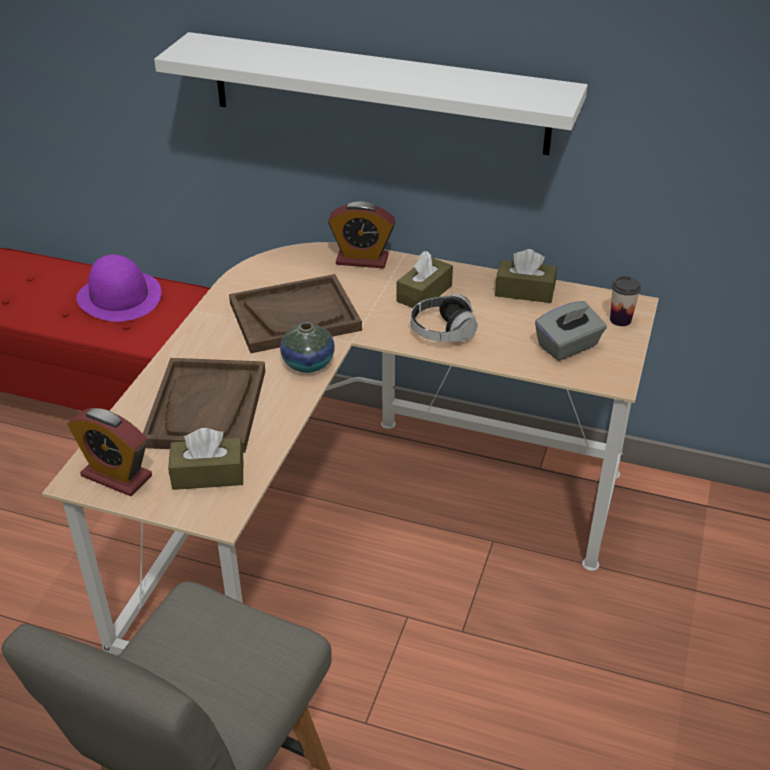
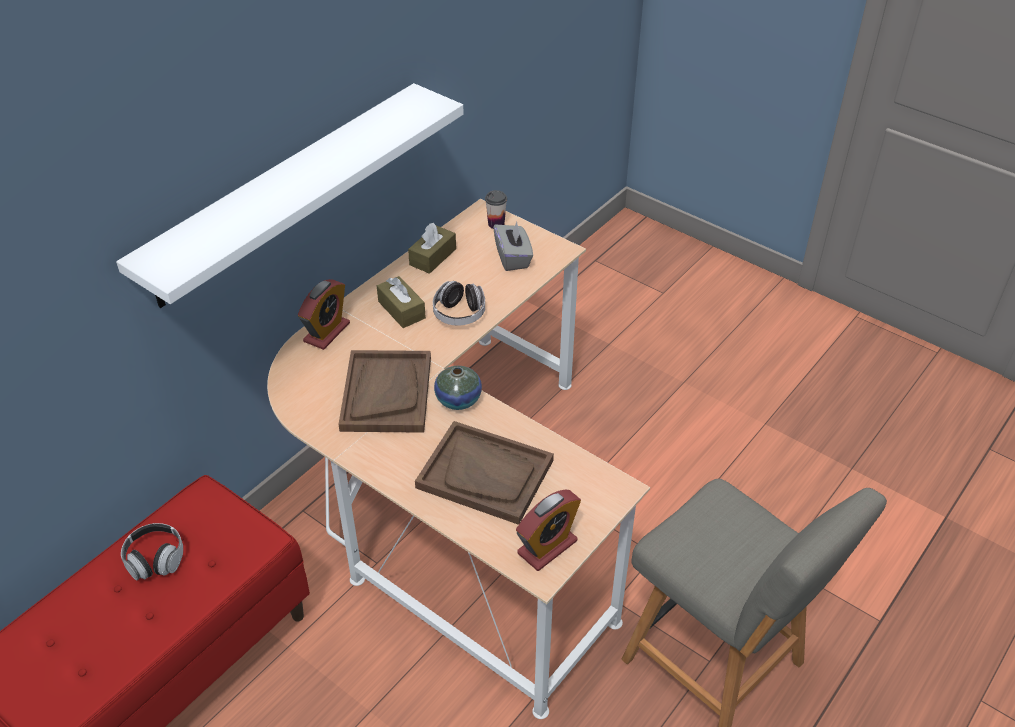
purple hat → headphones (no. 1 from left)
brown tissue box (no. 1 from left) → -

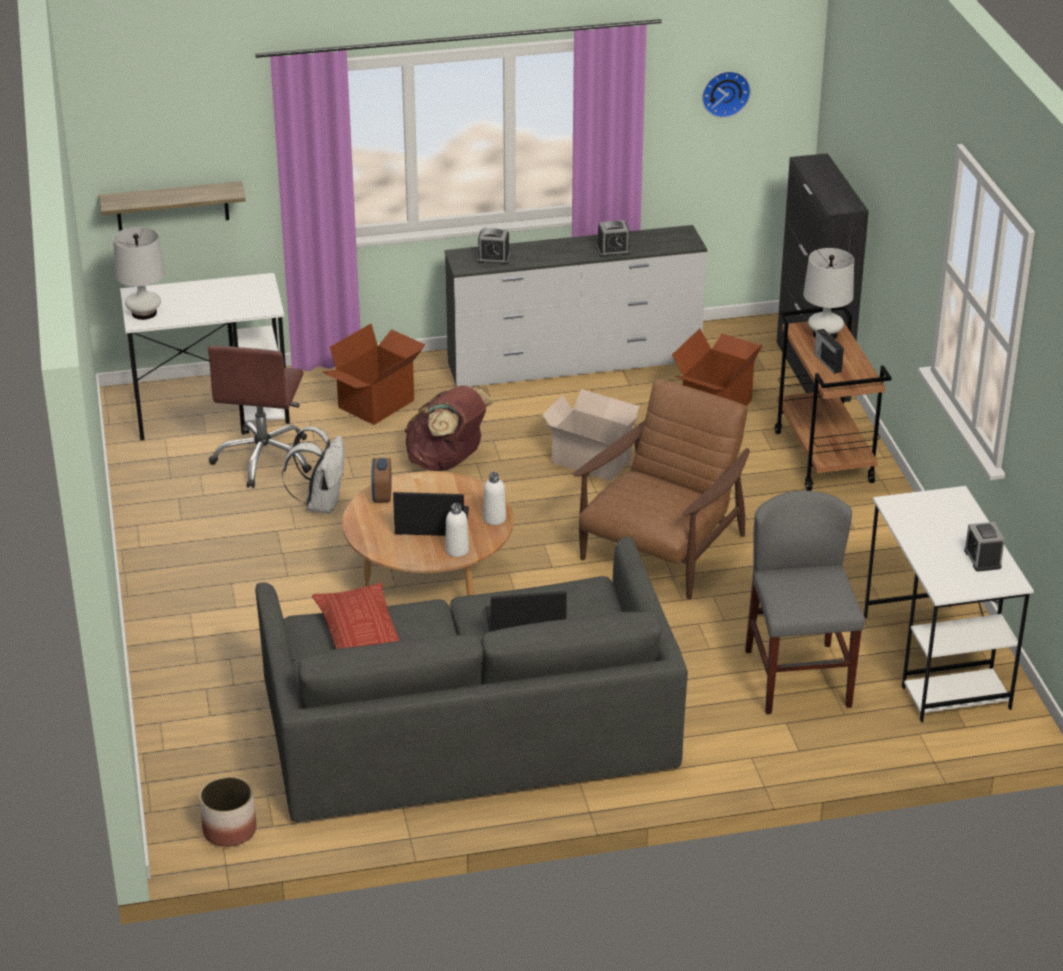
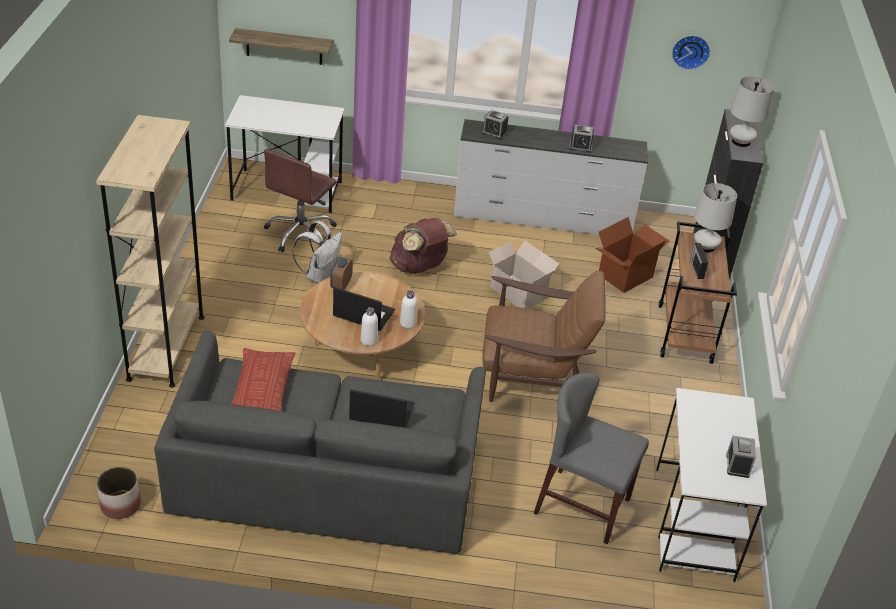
- → beige bookcase
brown armchair, 45 degrees clockwise
grey chair, 75 degrees counterclockwise
white table lamp (no. 1 from left in the first image) → white table lamp (no. 2 from left), shifted
cardboard box (no. 1 from left) → -

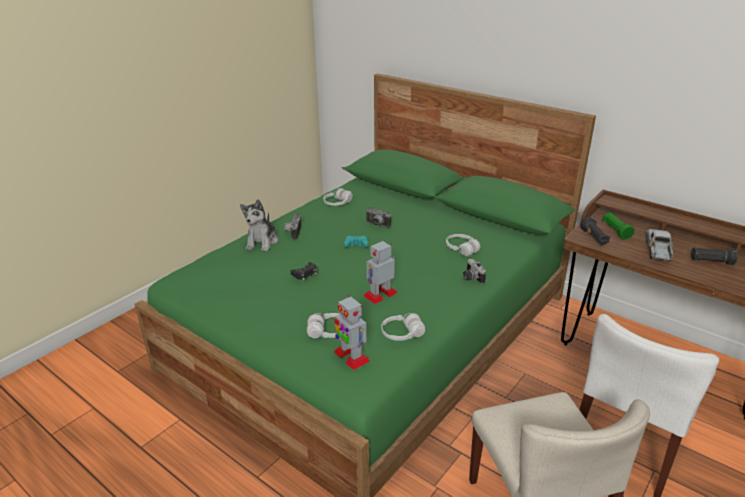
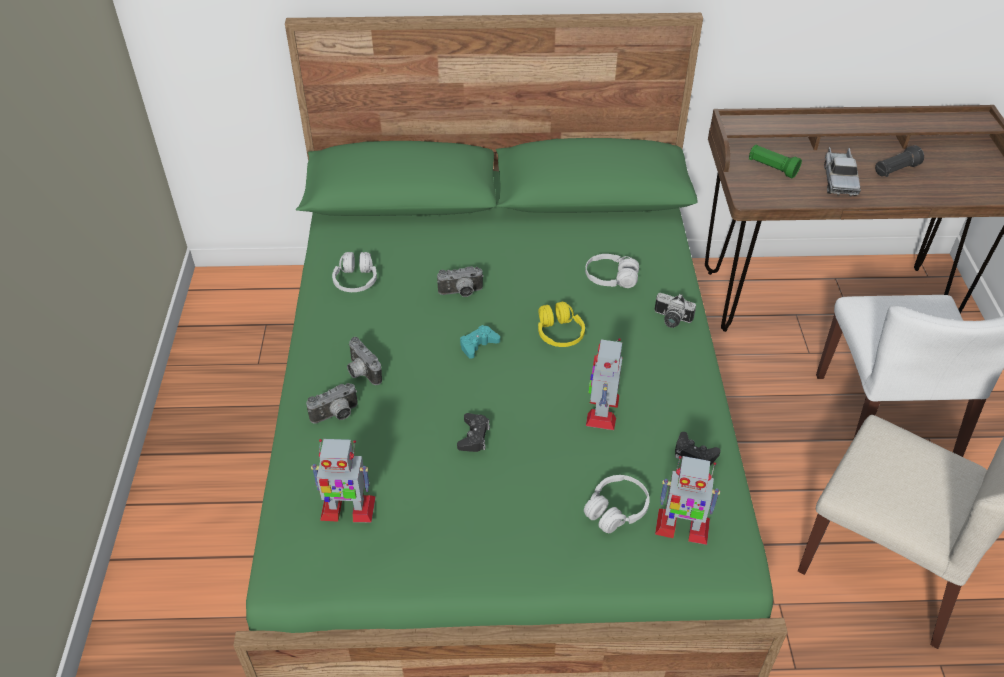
plush toy → photo camera (no. 1 from left)
- → toy robot (no. 1 from left)
- → yellow headphones
white headphones (no. 3 from left) → black game controller (no. 2 from left)
toy truck, 150 degrees counterclockwise
black flashlight (no. 1 from left) → -

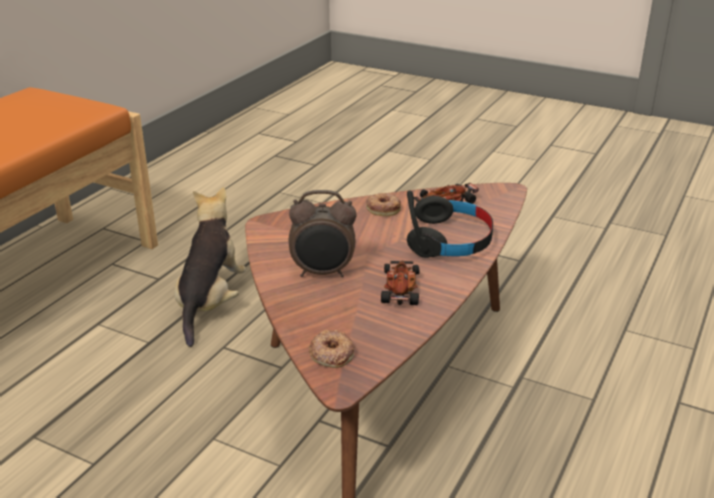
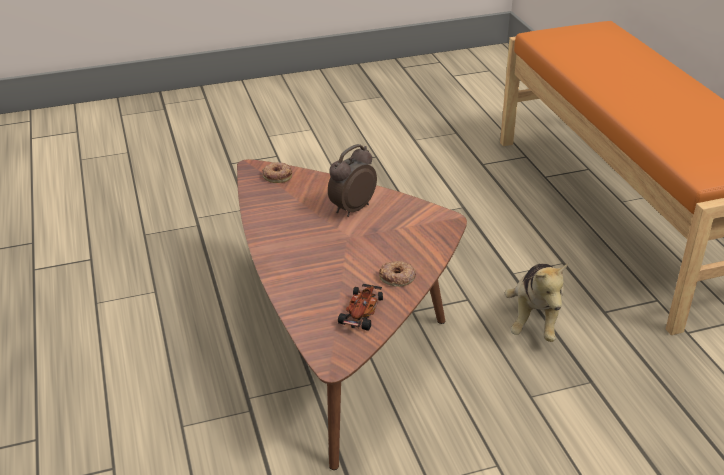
plush toy, 45 degrees clockwise
toy car (no. 1 from left) → -
black headphones → -

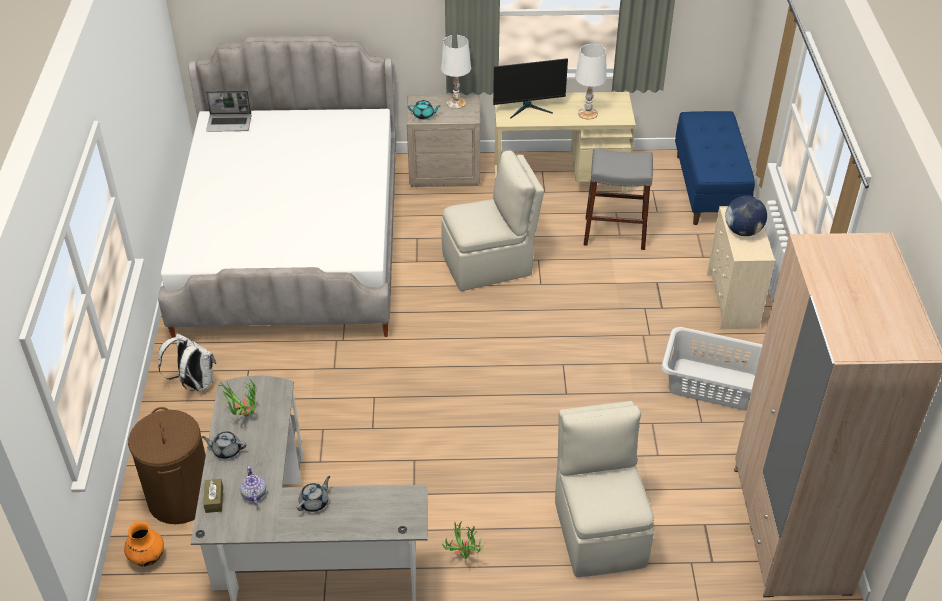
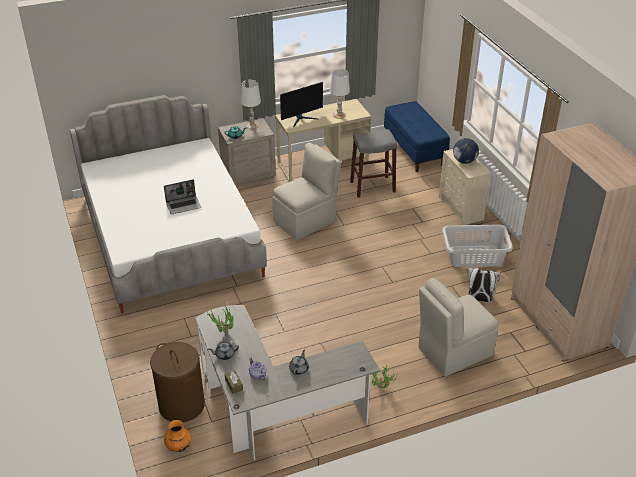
laptop, shifted
beige chair (no. 2 from left), 90 degrees counterclockwise
white backpack, shifted

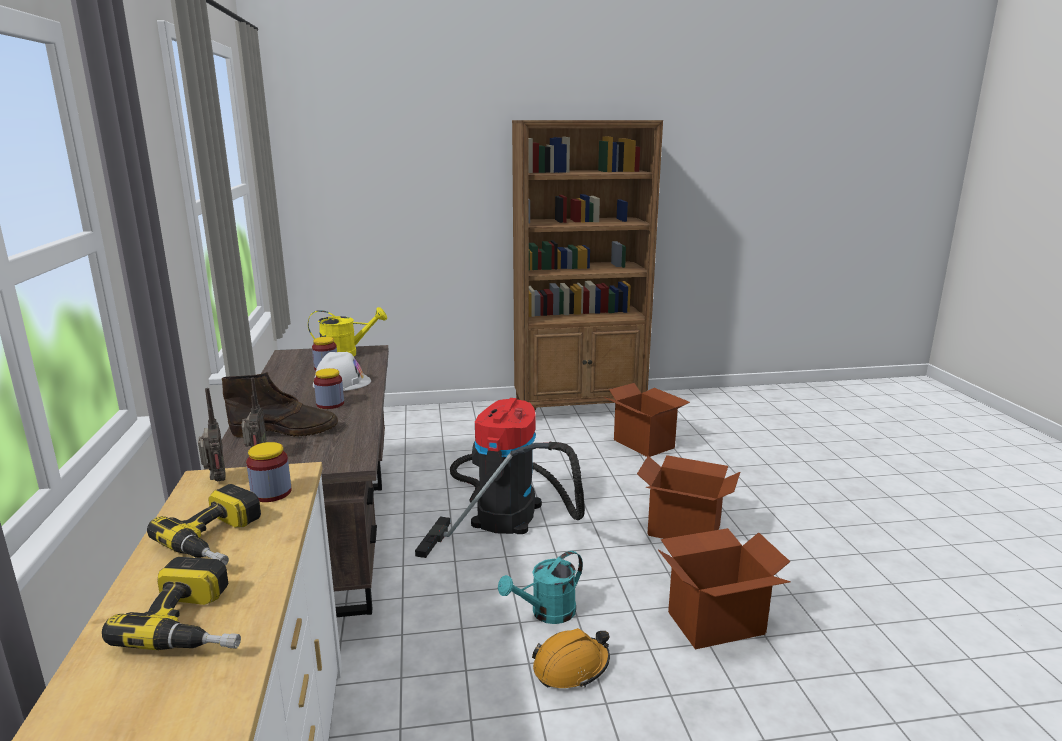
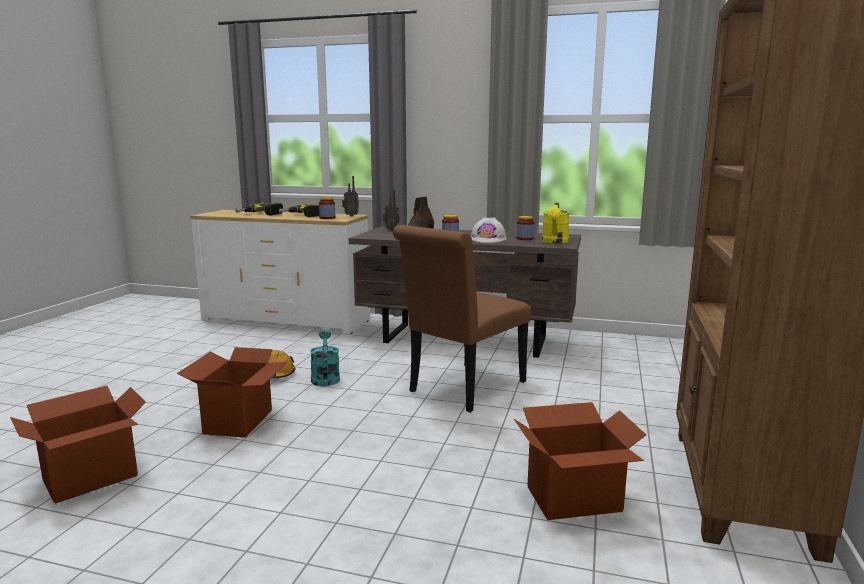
cardboard box (no. 2 from left in the first image) → cardboard box (no. 1 from left), shifted
vacuum cleaner → brown chair

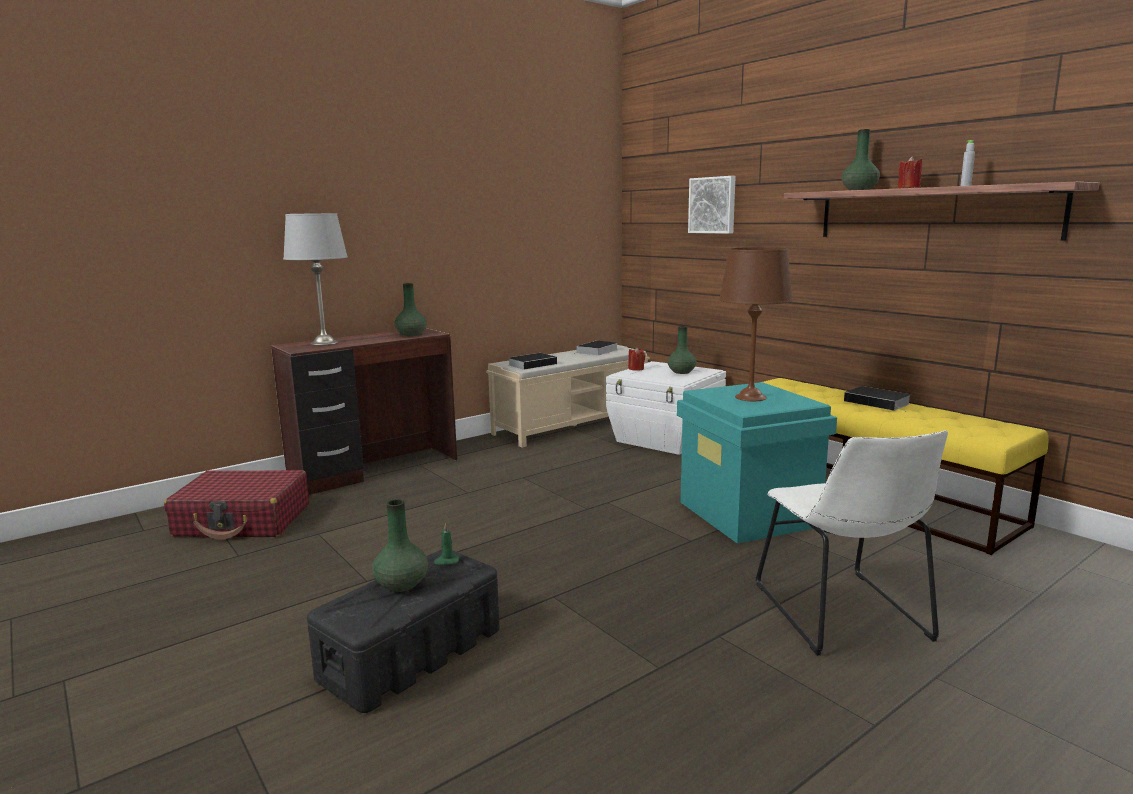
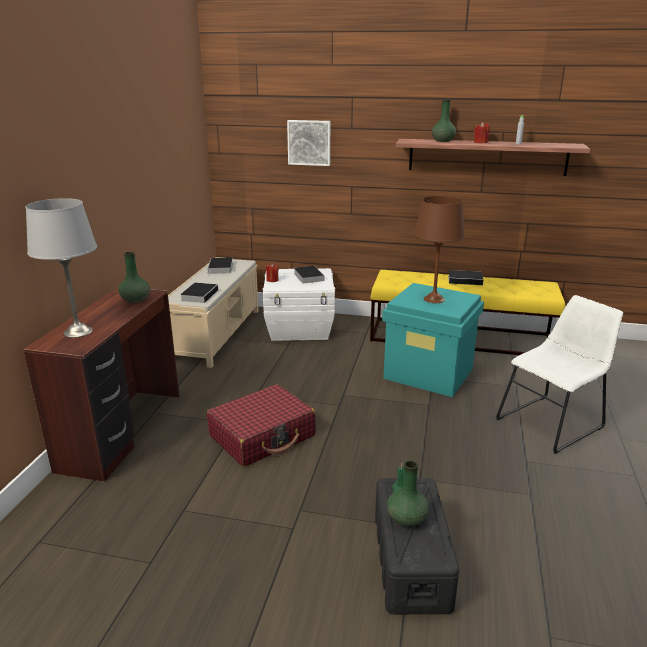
red suitcase, shifted
green vase (no. 3 from left) → book (no. 3 from left)
white chair, 75 degrees counterclockwise

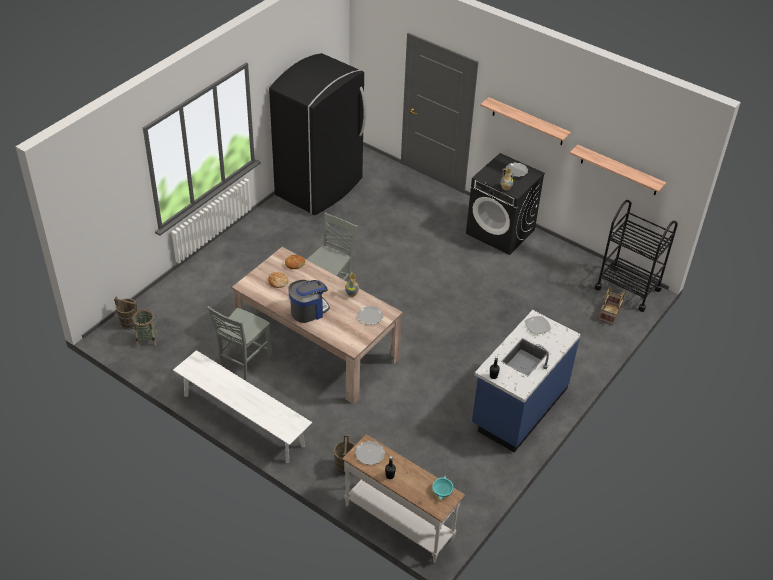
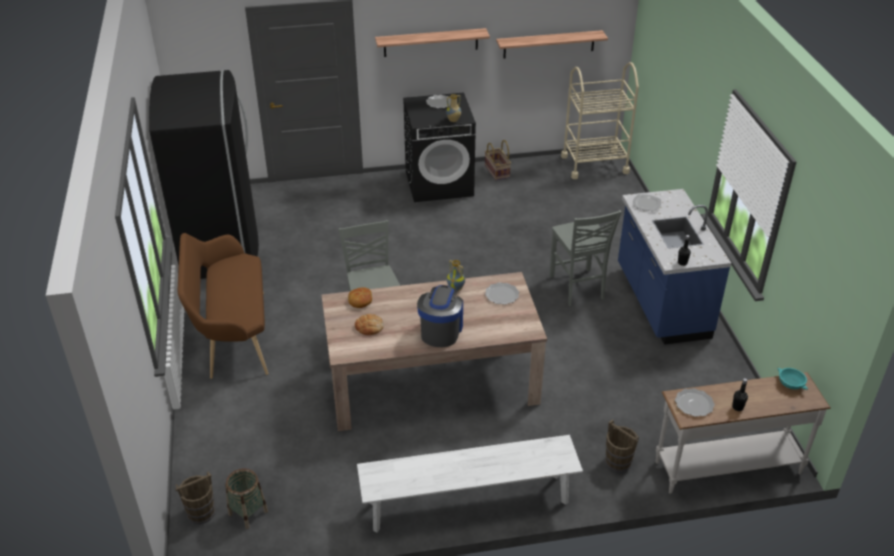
- → brown bench
basket (no. 2 from left), shifted
grey chair (no. 1 from left in the first image) → grey chair (no. 2 from left), shifted
black cart → beige cart

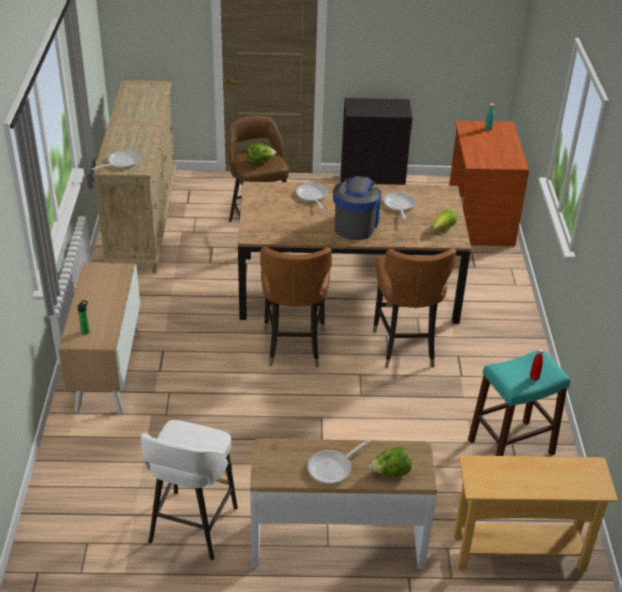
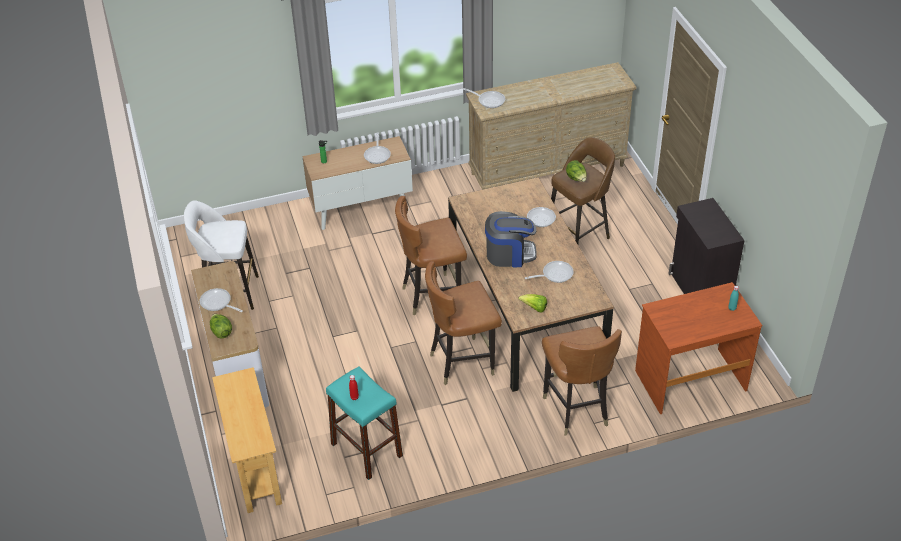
- → frying pan (no. 2 from left)
- → brown chair (no. 3 from left)

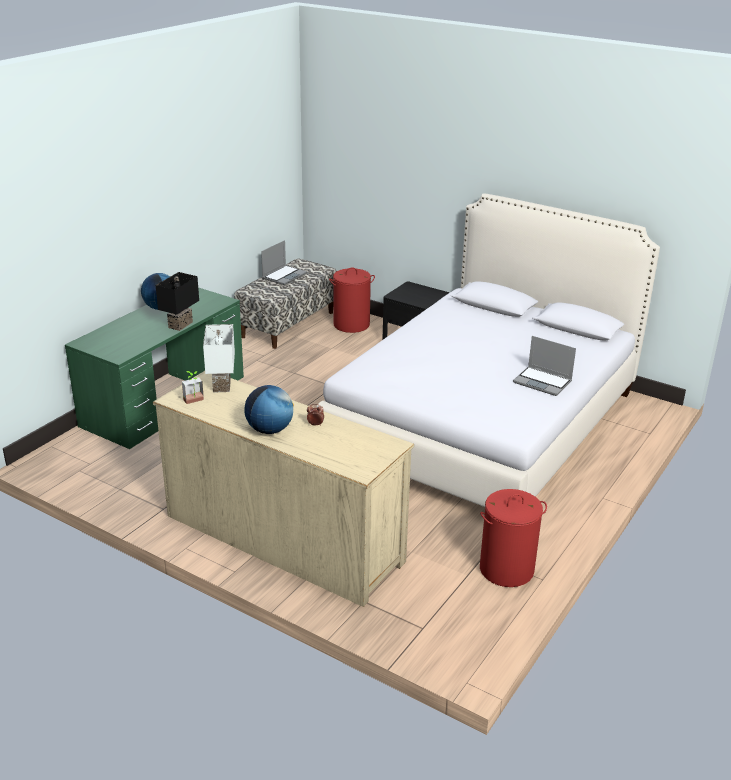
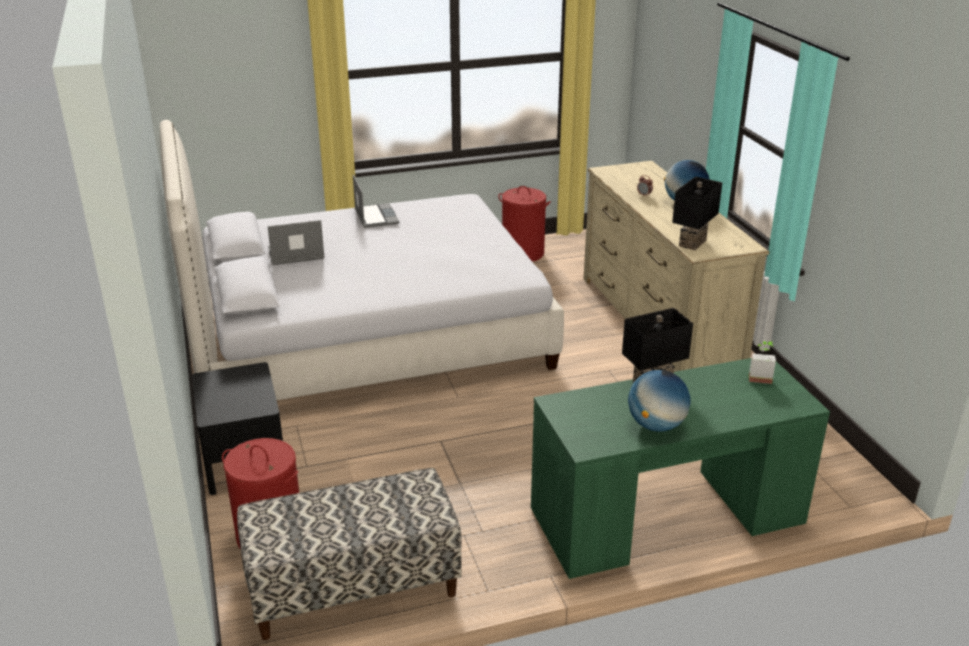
laptop (no. 1 from left), shifted
white table lamp → black table lamp (no. 2 from left)
potted plant, shifted

